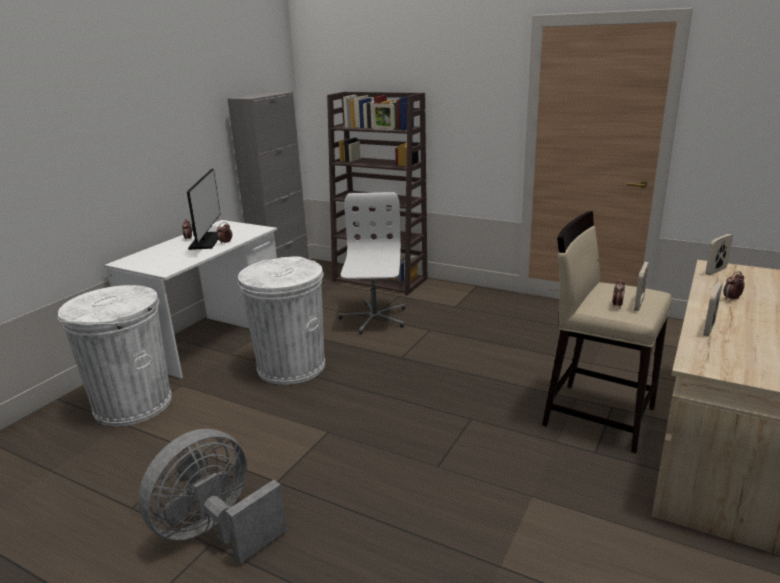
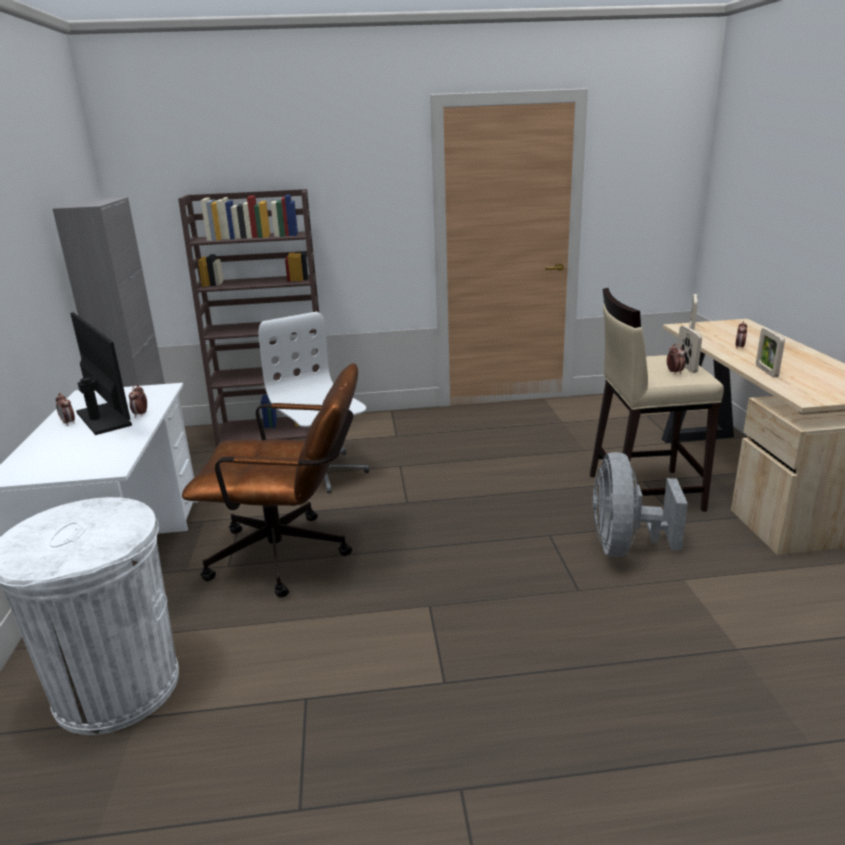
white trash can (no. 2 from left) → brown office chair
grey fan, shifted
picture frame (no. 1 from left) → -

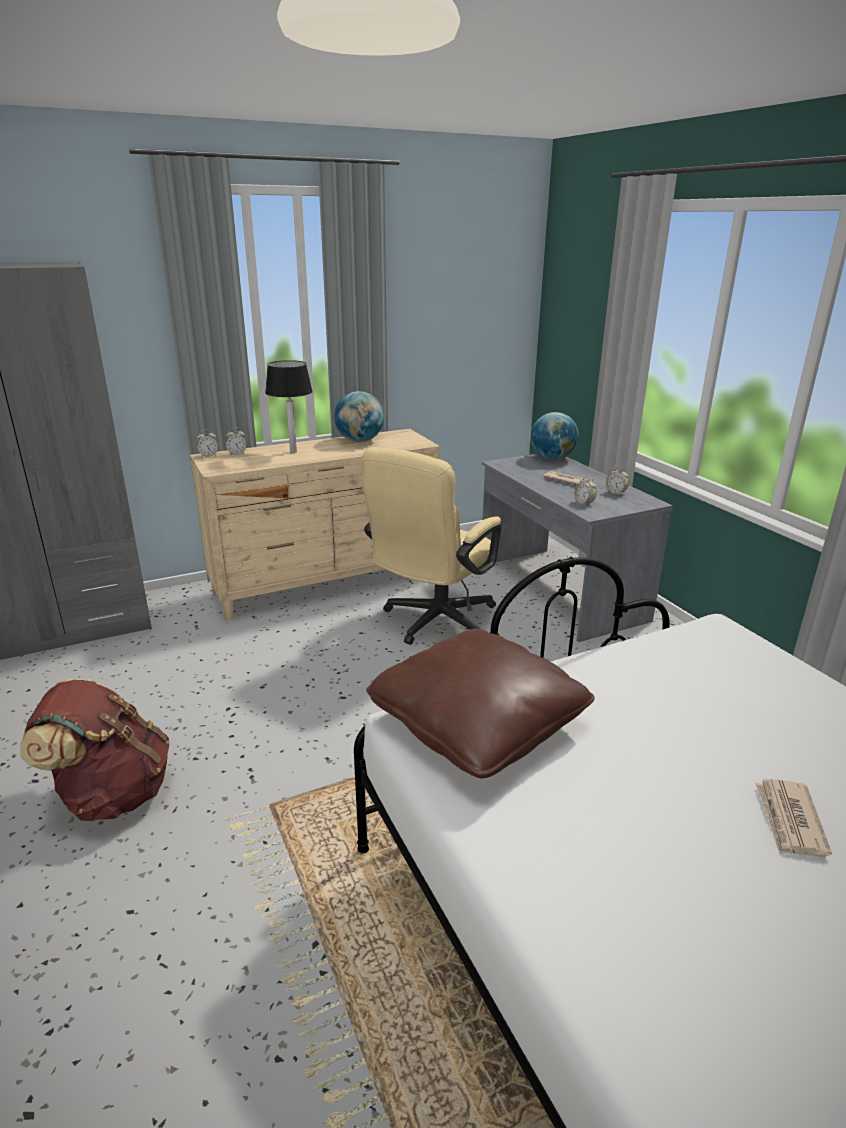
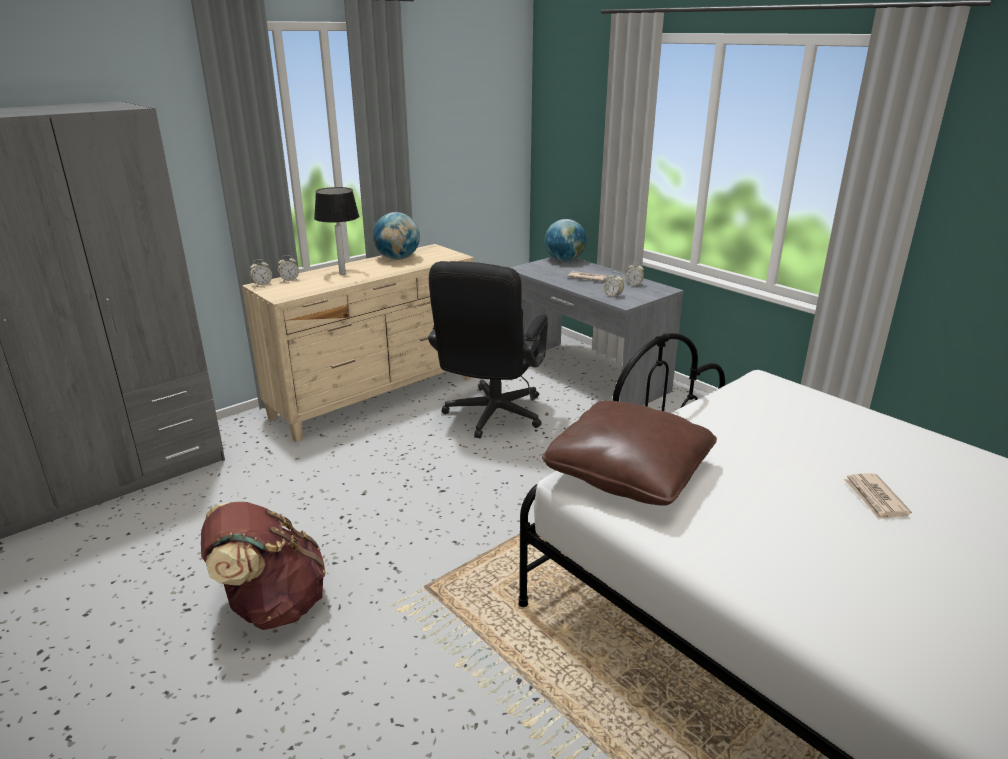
beige office chair → black office chair

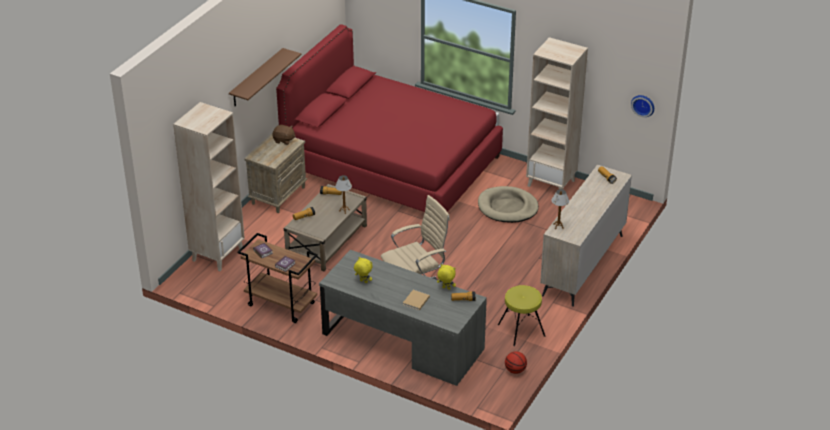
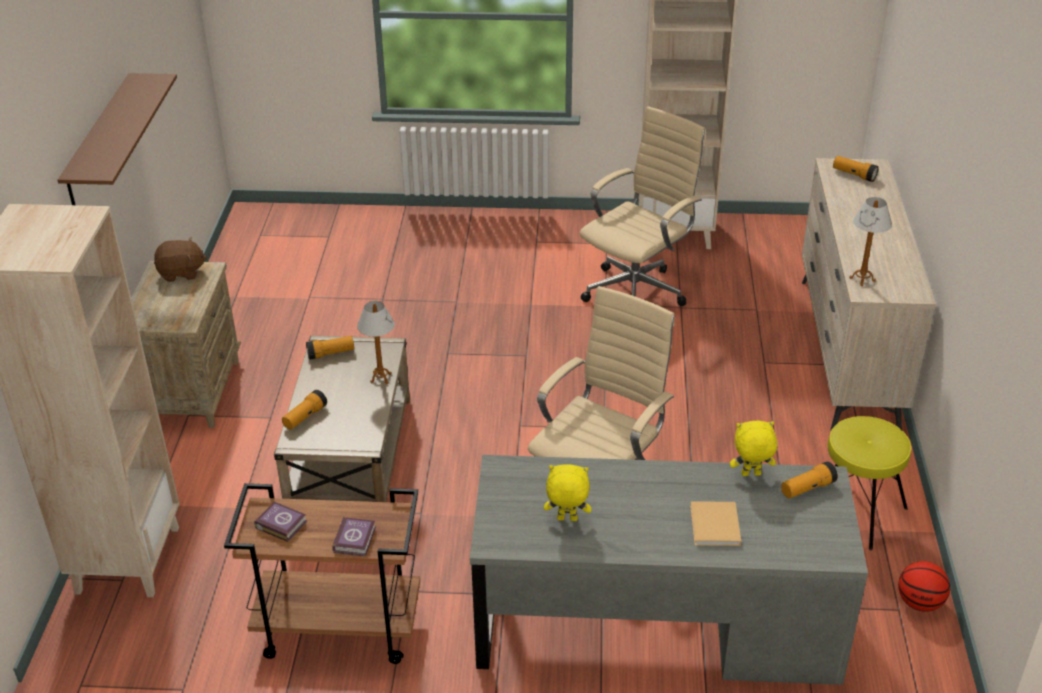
beige dog bed → beige office chair (no. 2 from left)
red bed → -
wall clock → -

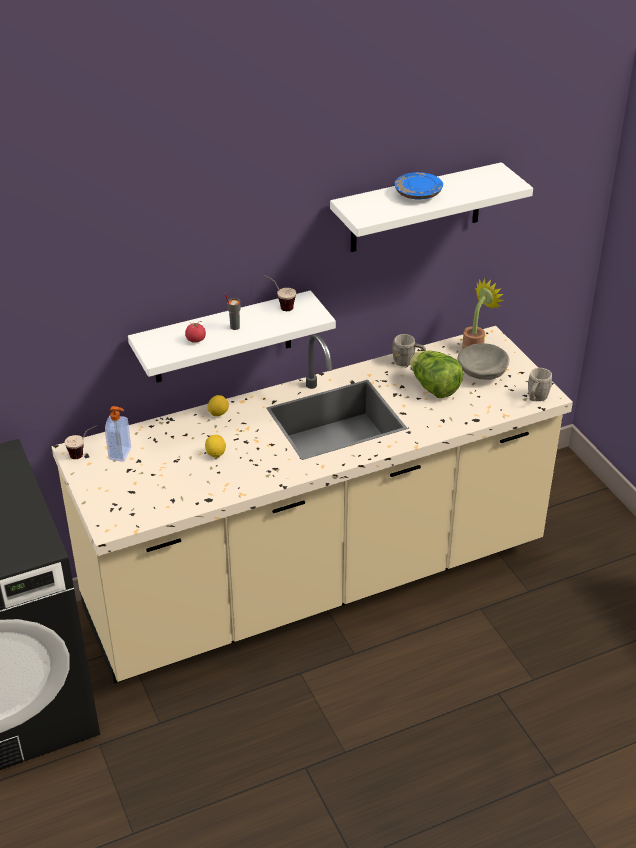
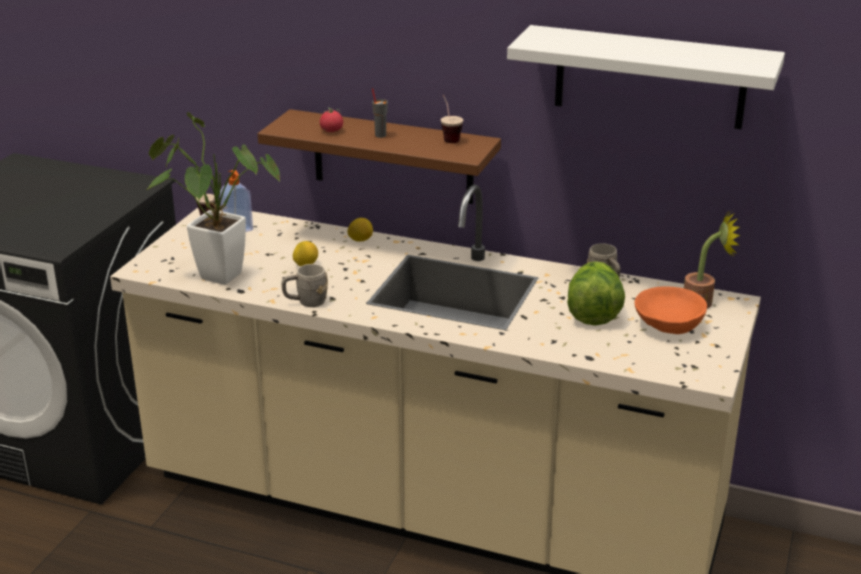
- → potted plant (no. 1 from left)
white shelf (no. 1 from left) → brown shelf
grey mug (no. 2 from left in the first image) → grey mug (no. 1 from left), shifted
grey bowl → orange bowl
blue plate → -

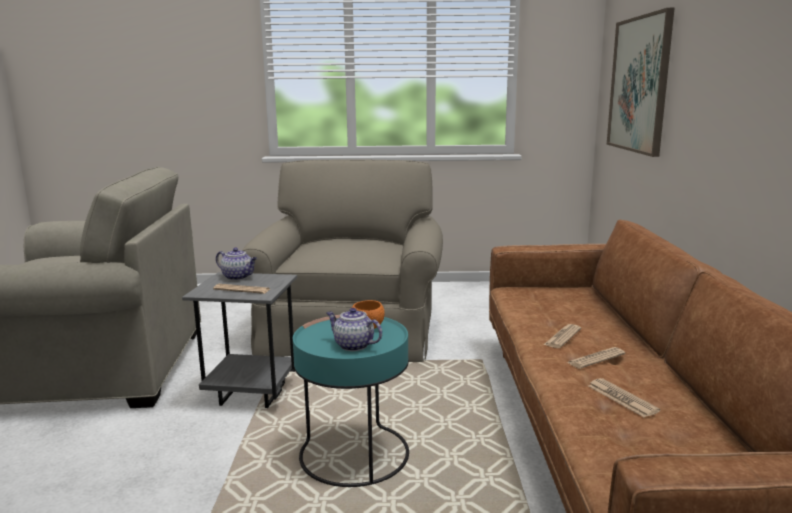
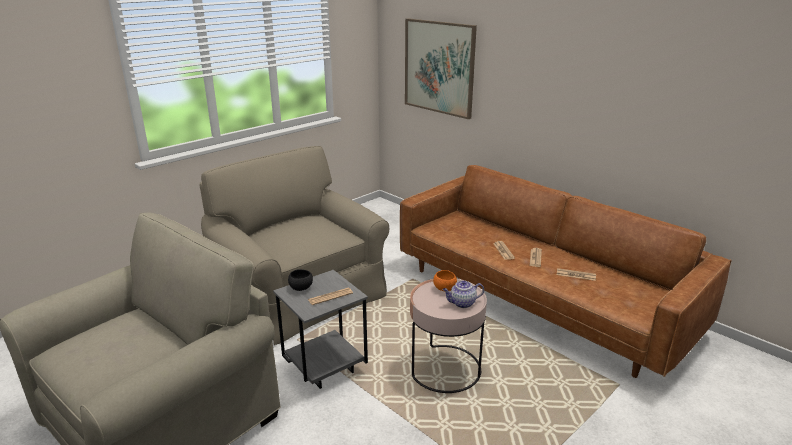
teapot (no. 1 from left) → black bowl
turquoise side table → pink side table

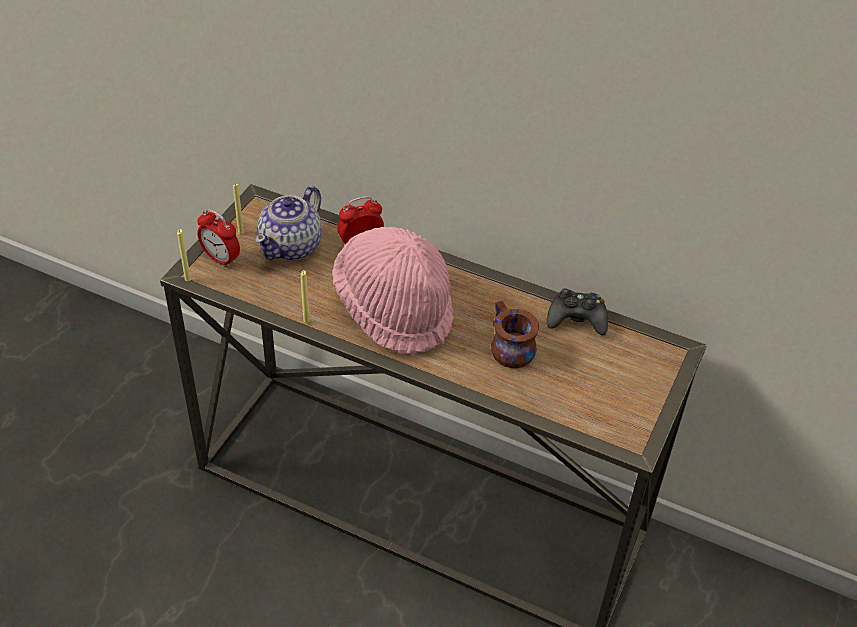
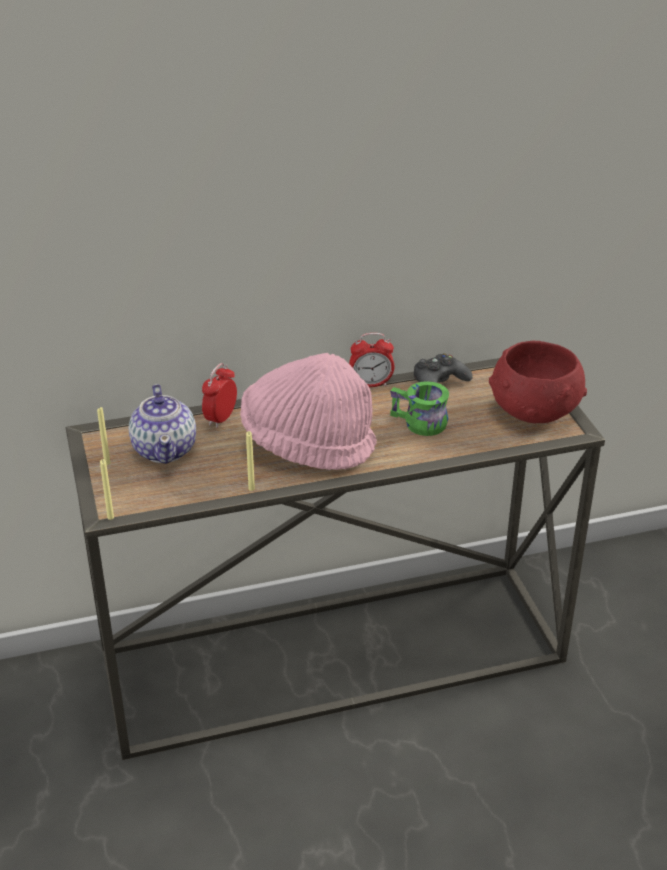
alarm clock (no. 1 from left in the first image) → alarm clock (no. 2 from left), shifted
brown mug → green mug
- → red bowl

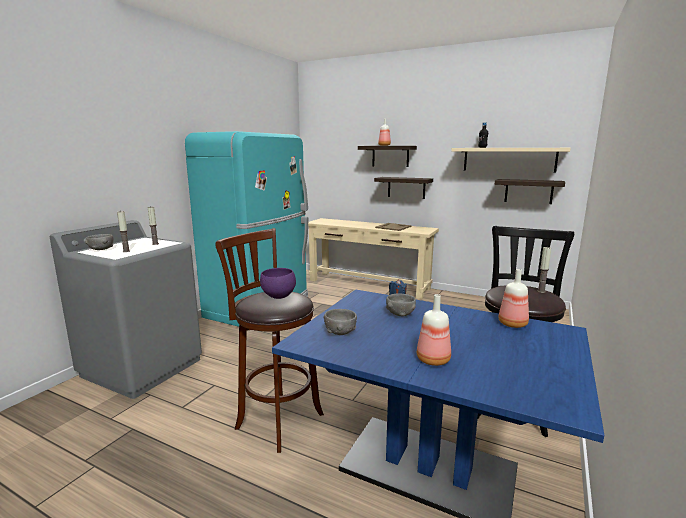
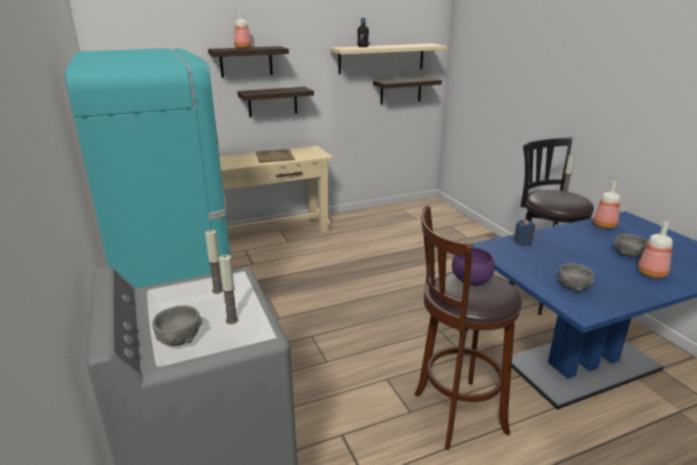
grey bowl (no. 3 from left), shifted

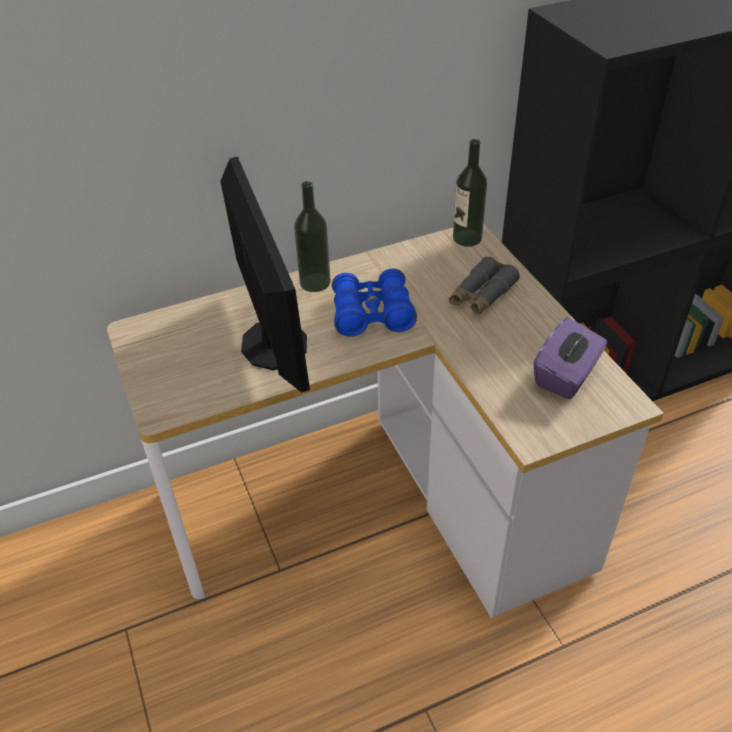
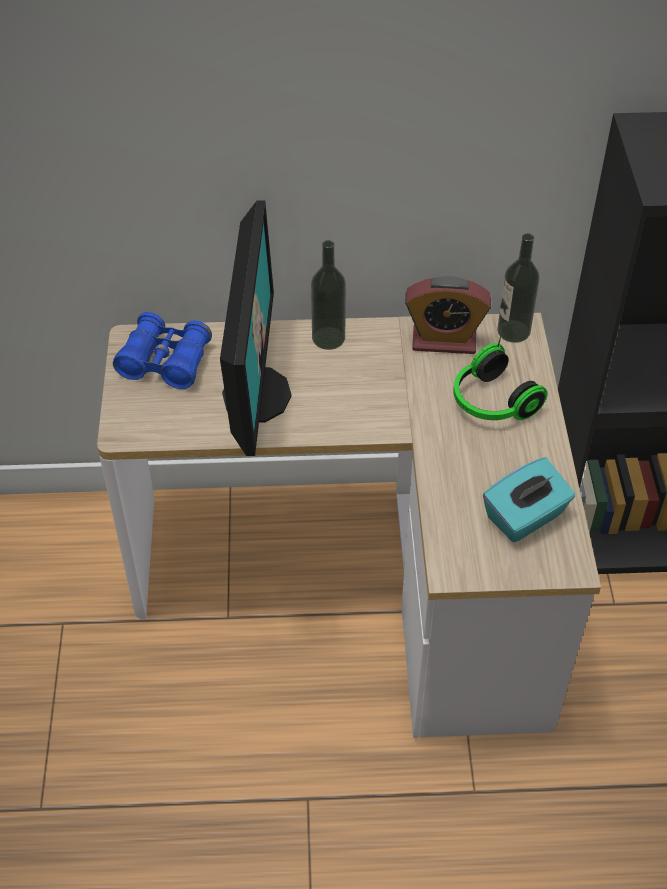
blue binoculars, shifted
- → alarm clock
grey binoculars → headphones
purple tissue box → turquoise tissue box

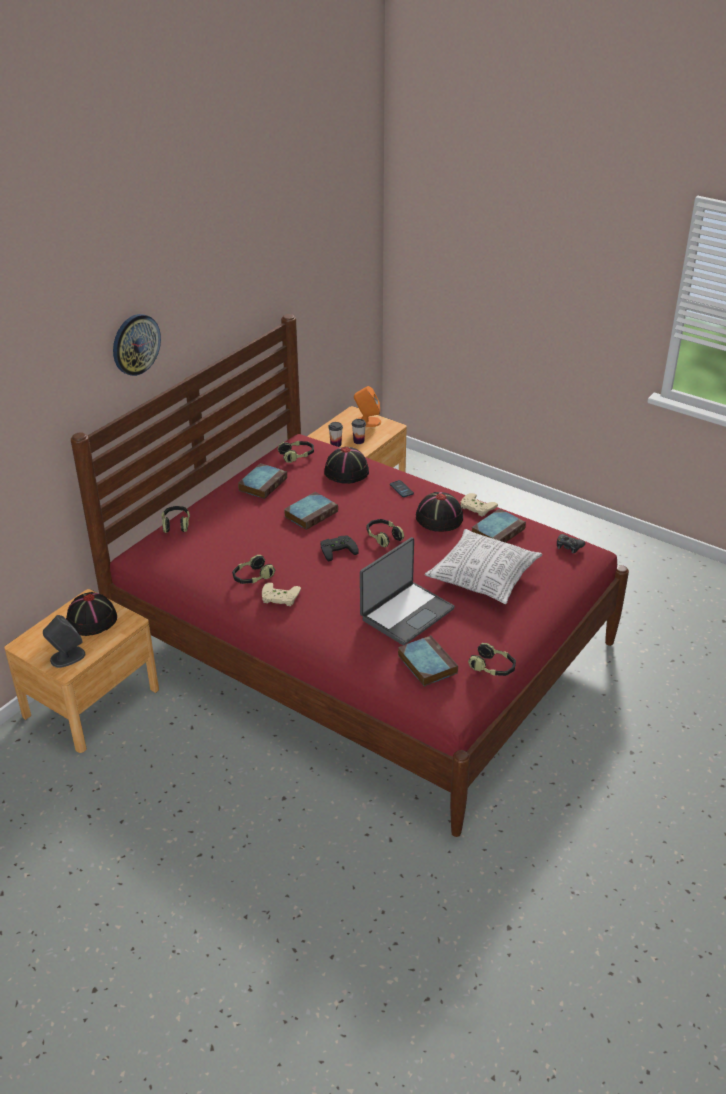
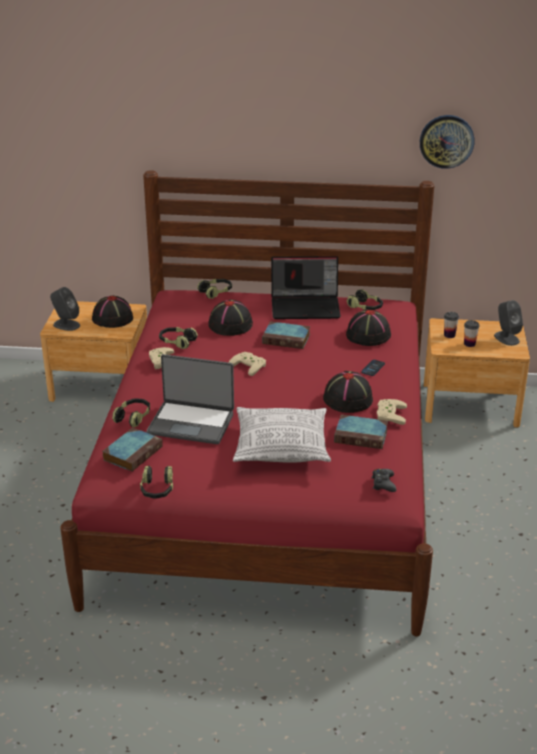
headphones (no. 4 from left in the first image) → headphones (no. 1 from left), shifted
- → black hat (no. 2 from left)
black game controller (no. 1 from left) → beige game controller (no. 2 from left)
book (no. 1 from left) → laptop (no. 2 from left)
wall clock, shifted
orange speaker → grey speaker (no. 2 from left)

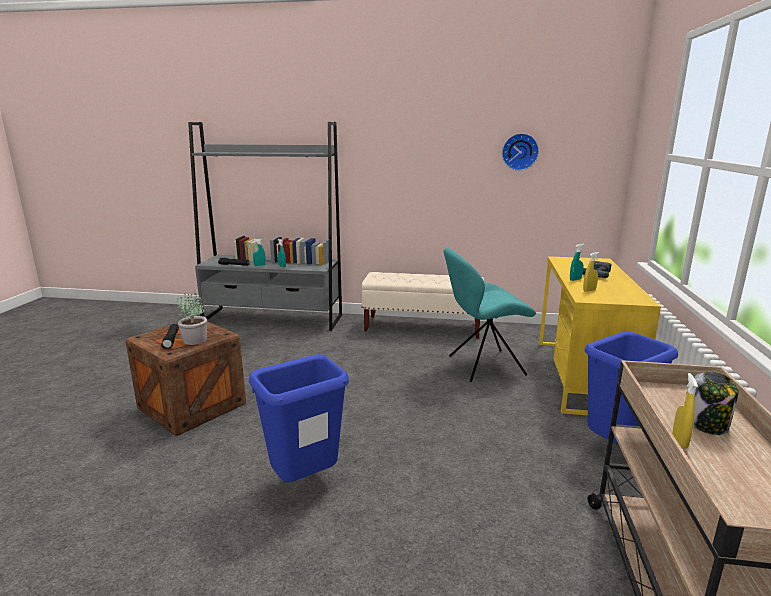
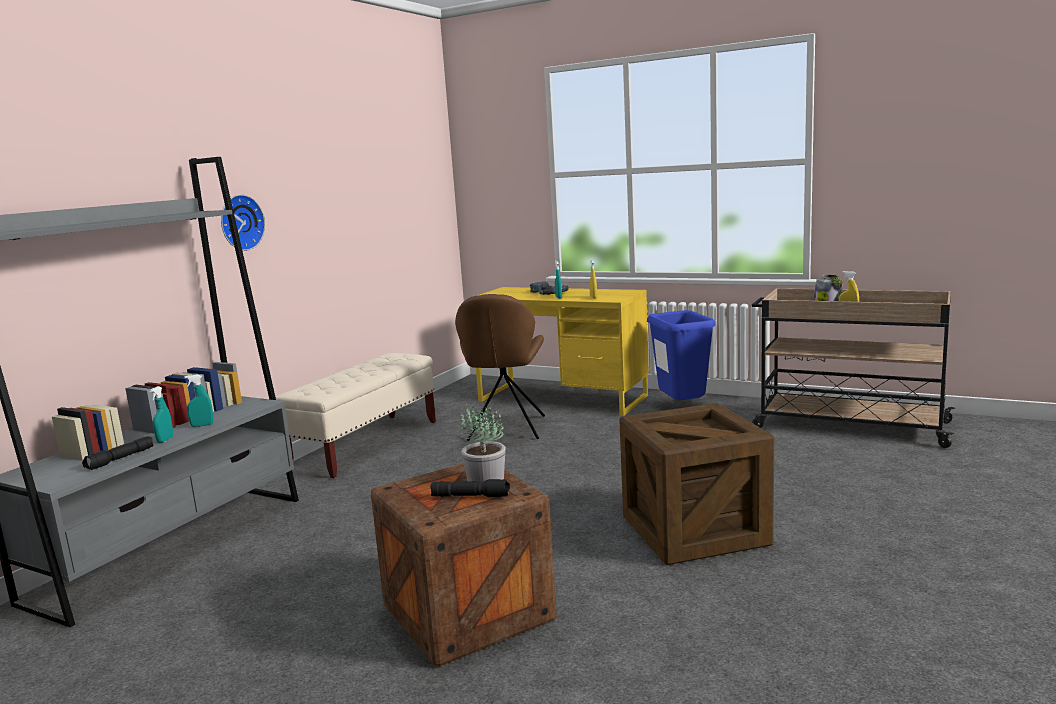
wall clock, shifted
turquoise chair → brown chair
blue trash can (no. 1 from left) → crate (no. 2 from left)

